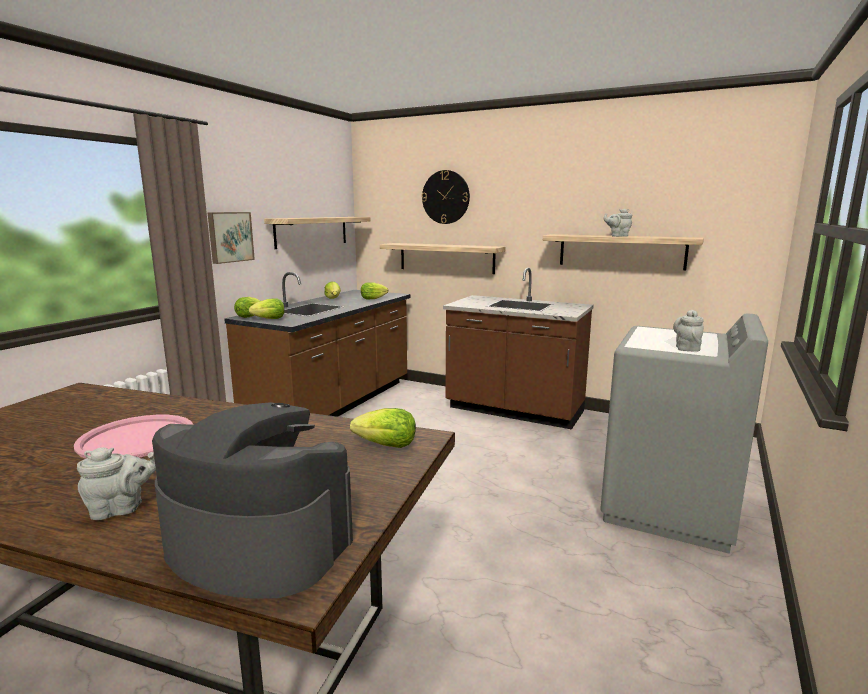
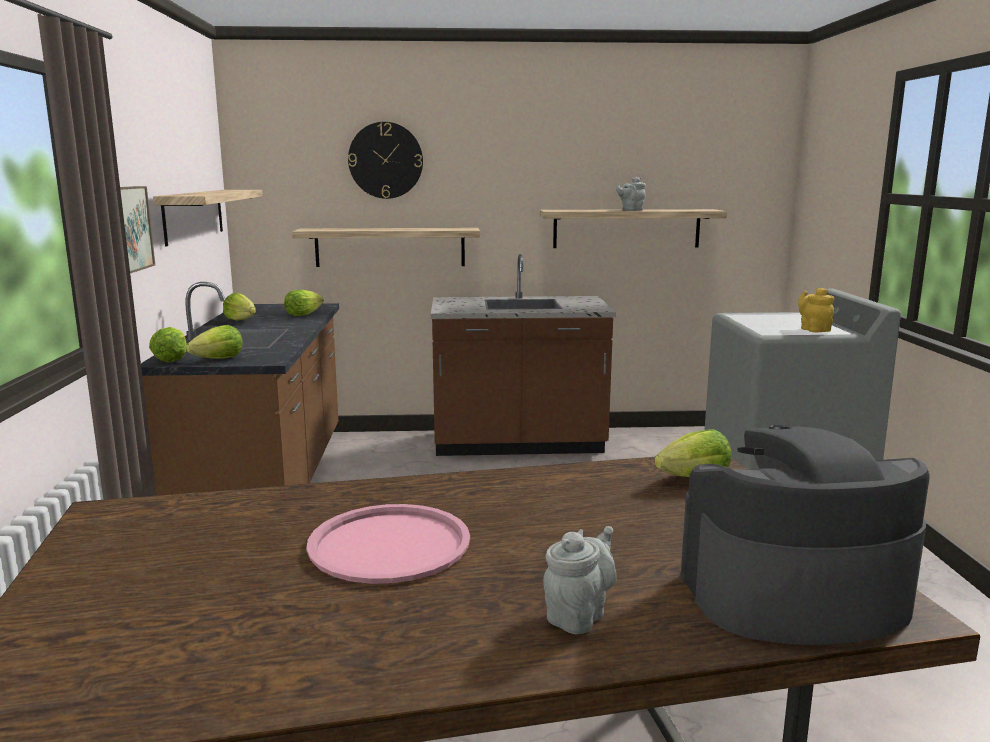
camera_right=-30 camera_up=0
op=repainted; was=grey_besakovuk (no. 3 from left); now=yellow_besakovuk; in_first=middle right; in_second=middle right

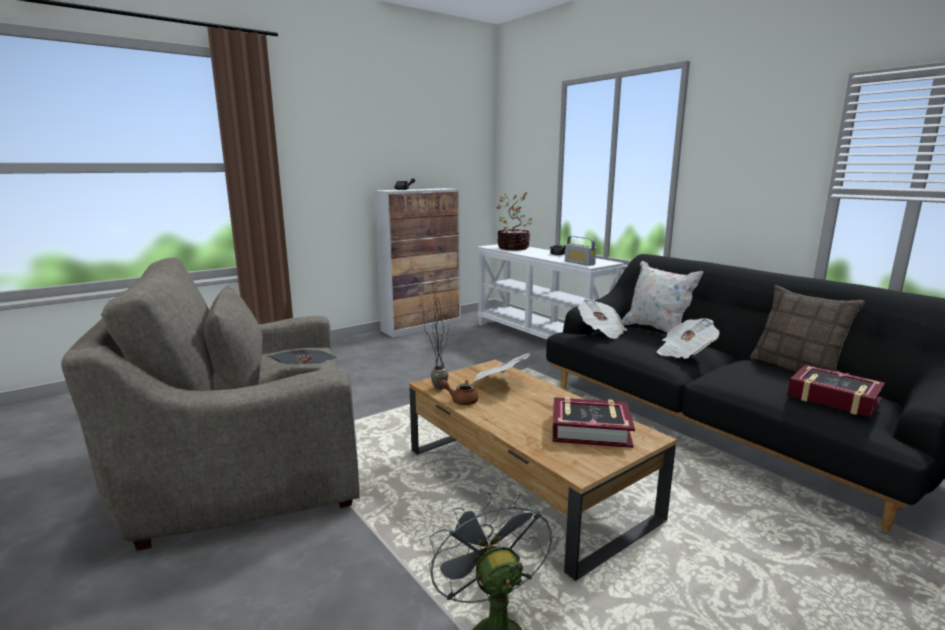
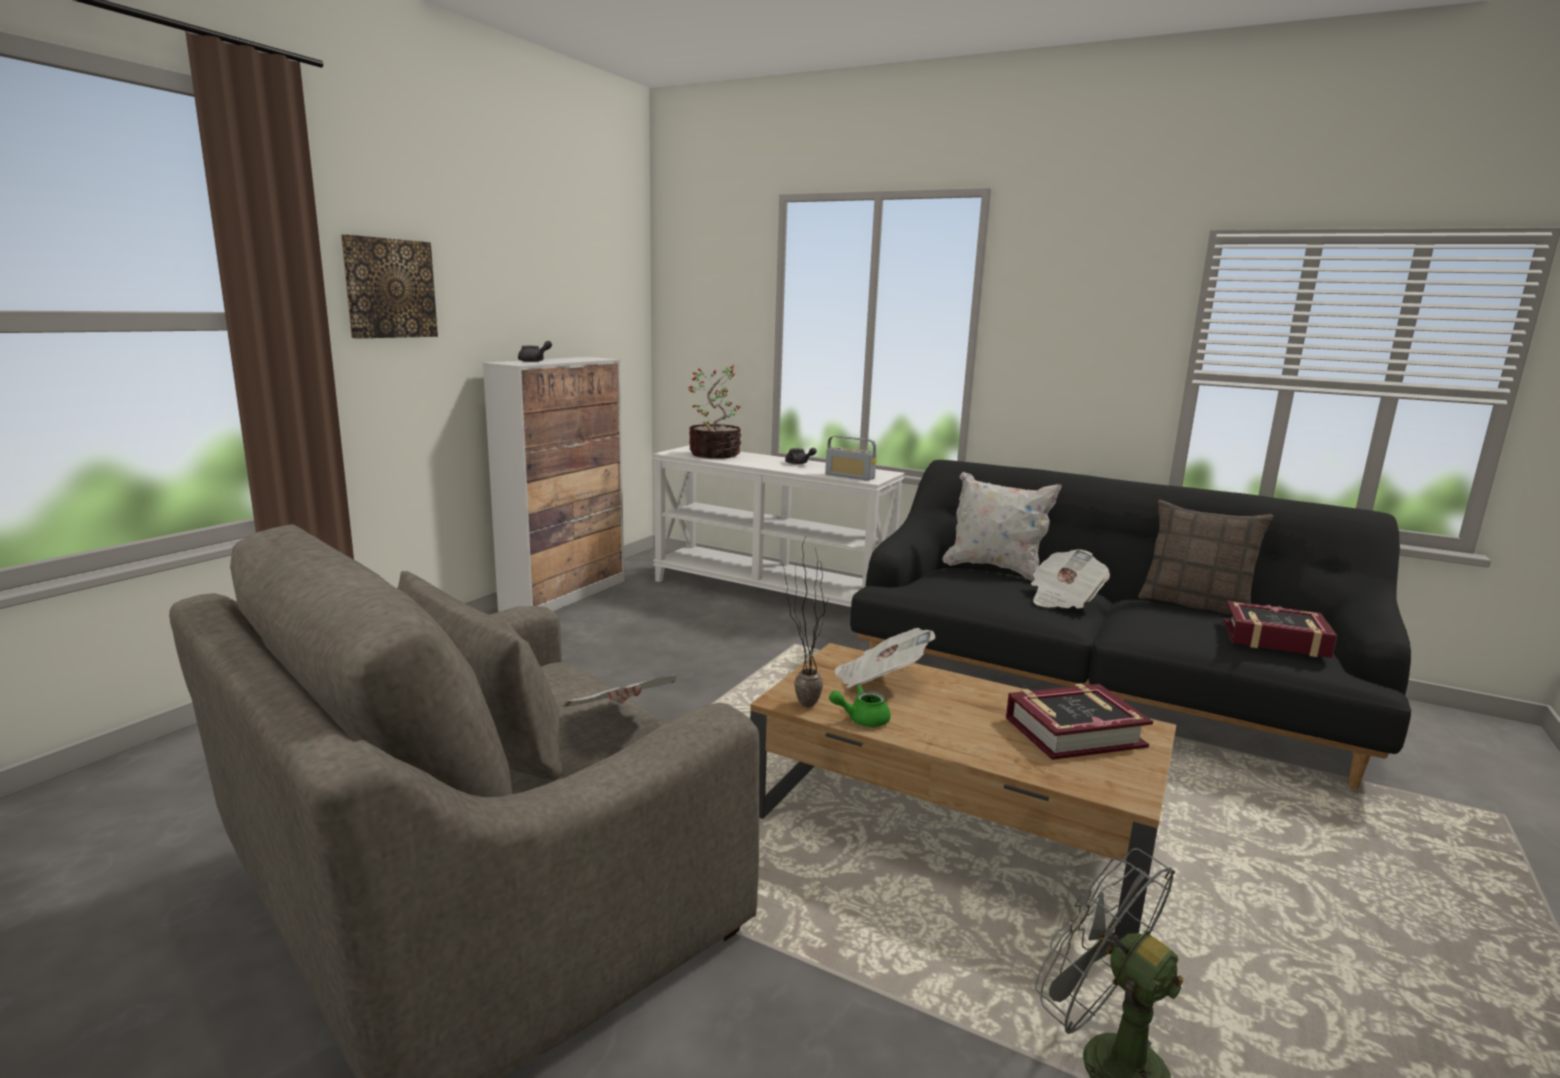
camera_right=-25 camera_up=0
op=gone; was=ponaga (no. 3 from left); in_first=centre
op=repainted; was=brown_besakovuk; now=green_besakovuk; in_first=centre; in_second=centre
op=new; now=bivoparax; in_second=top left

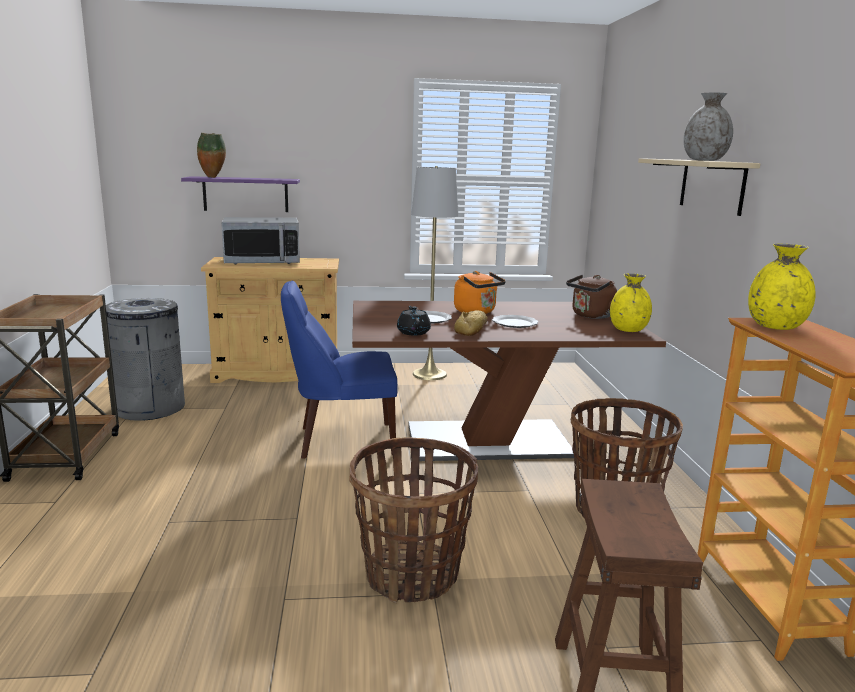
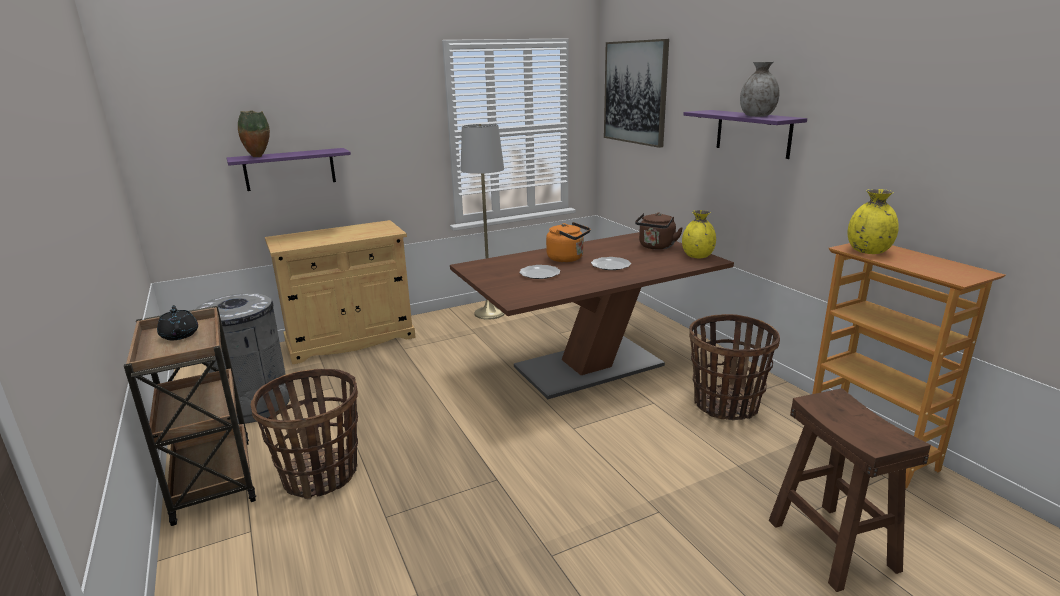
camera_right=-20 camera_up=5
op=repainted; was=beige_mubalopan; now=purple_mubalopan (no. 2 from left); in_first=top right; in_second=top right
op=gone; was=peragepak; in_first=middle left
op=gone; was=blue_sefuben; in_first=centre
op=shifted; was=black_besakovuk; in_first=centre; in_second=middle left
op=gone; was=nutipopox; in_first=centre
op=shifted; was=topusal (no. 1 from left); in_first=bottom centre; in_second=bottom left
op=new; now=bivoparax; in_second=top centre

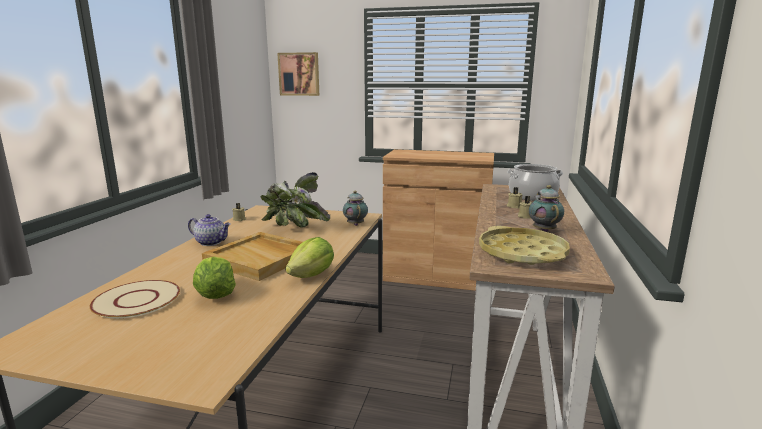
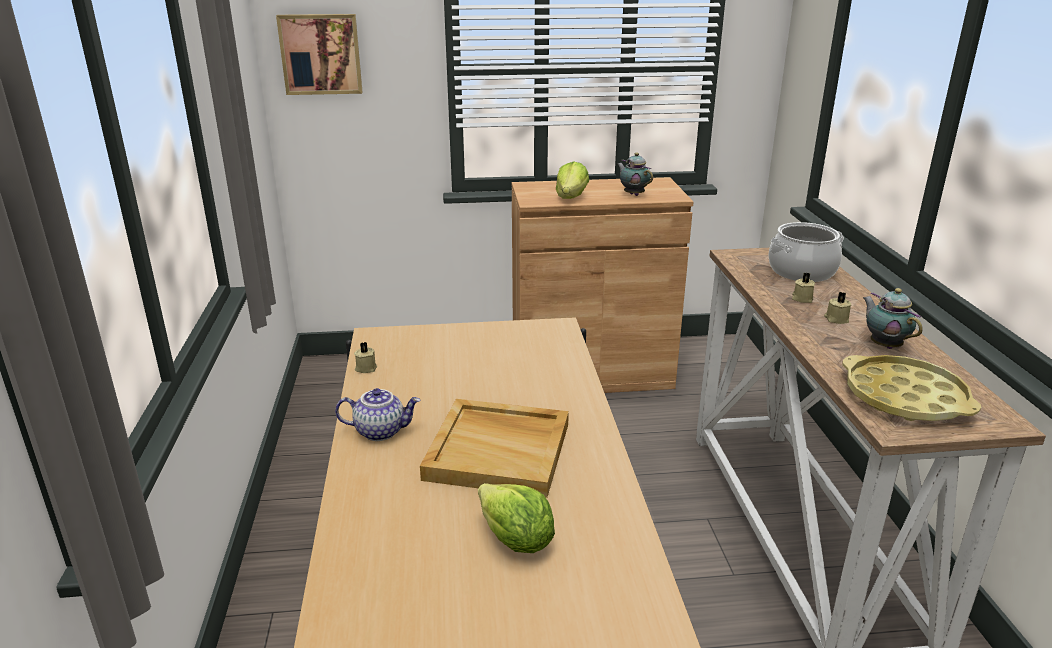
camera_right=-20 camera_up=10
op=gone; was=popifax; in_first=centre
op=shifted; was=besakovuk (no. 2 from left); in_first=centre; in_second=top centre
op=shifted; was=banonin (no. 2 from left); in_first=centre; in_second=top centre
op=gone; was=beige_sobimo; in_first=bottom left

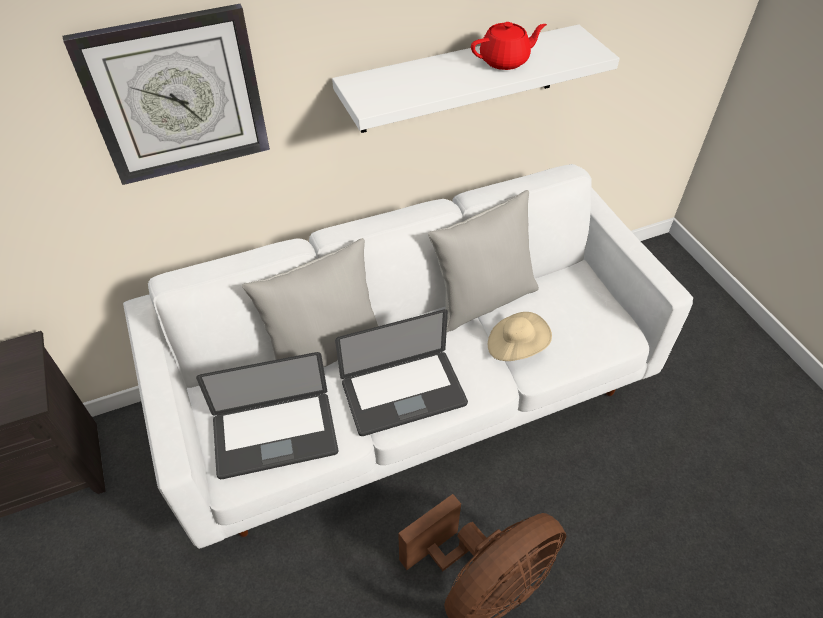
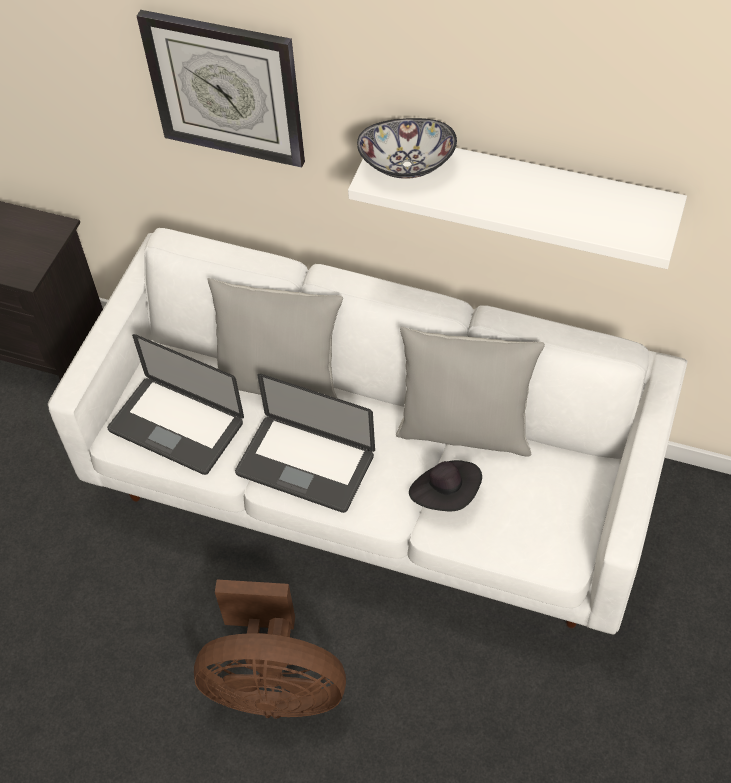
camera_right=45 camera_up=5
op=gone; was=red_besakovuk; in_first=top centre
op=repainted; was=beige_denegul; now=black_denegul; in_first=centre; in_second=centre
op=new; now=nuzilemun; in_second=top centre

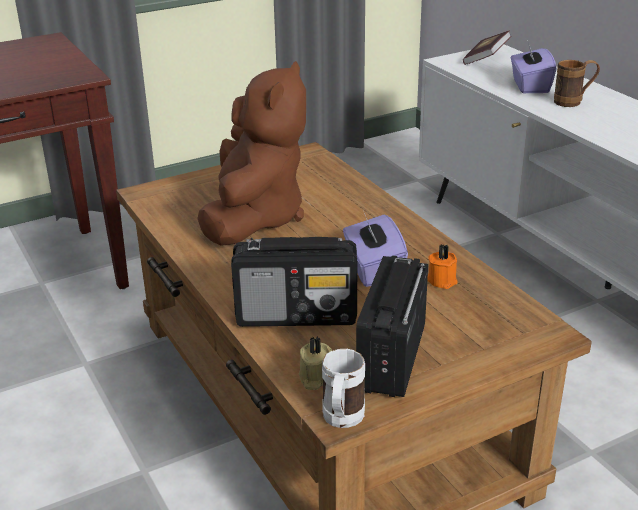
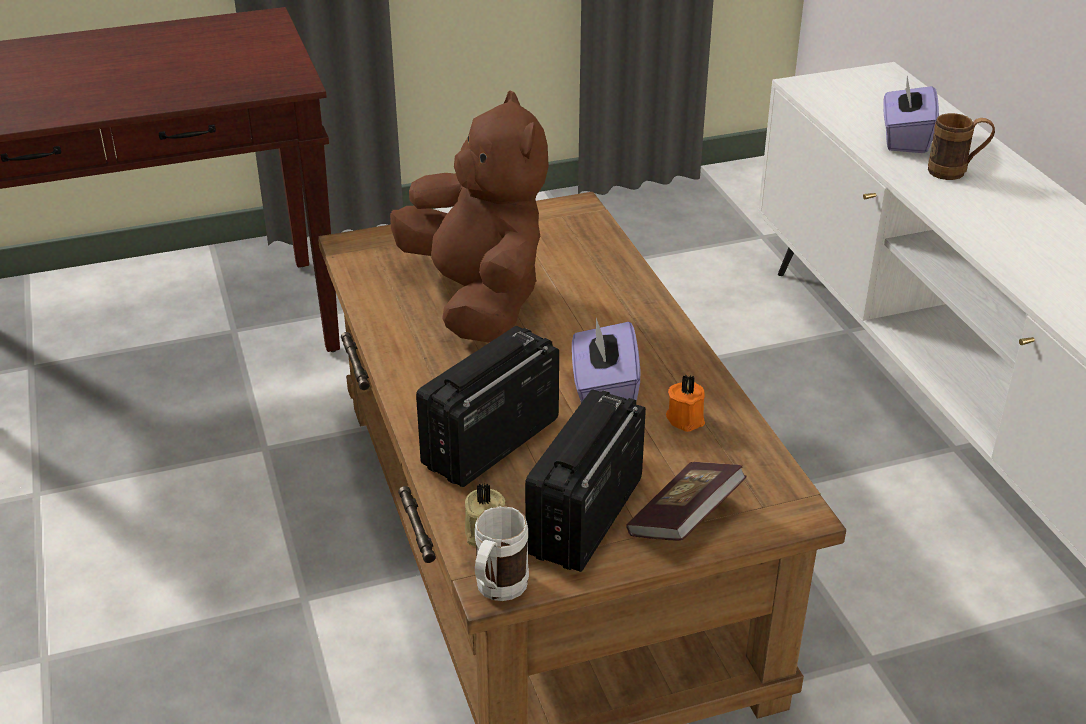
camera_right=10 camera_up=5
op=shifted; was=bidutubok; in_first=top right; in_second=bottom centre
op=rotated; was=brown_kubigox; in_first=top centre; in_second=top centre; clockwise=-45
op=rotated; was=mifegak (no. 1 from left); in_first=centre; in_second=centre; clockwise=120

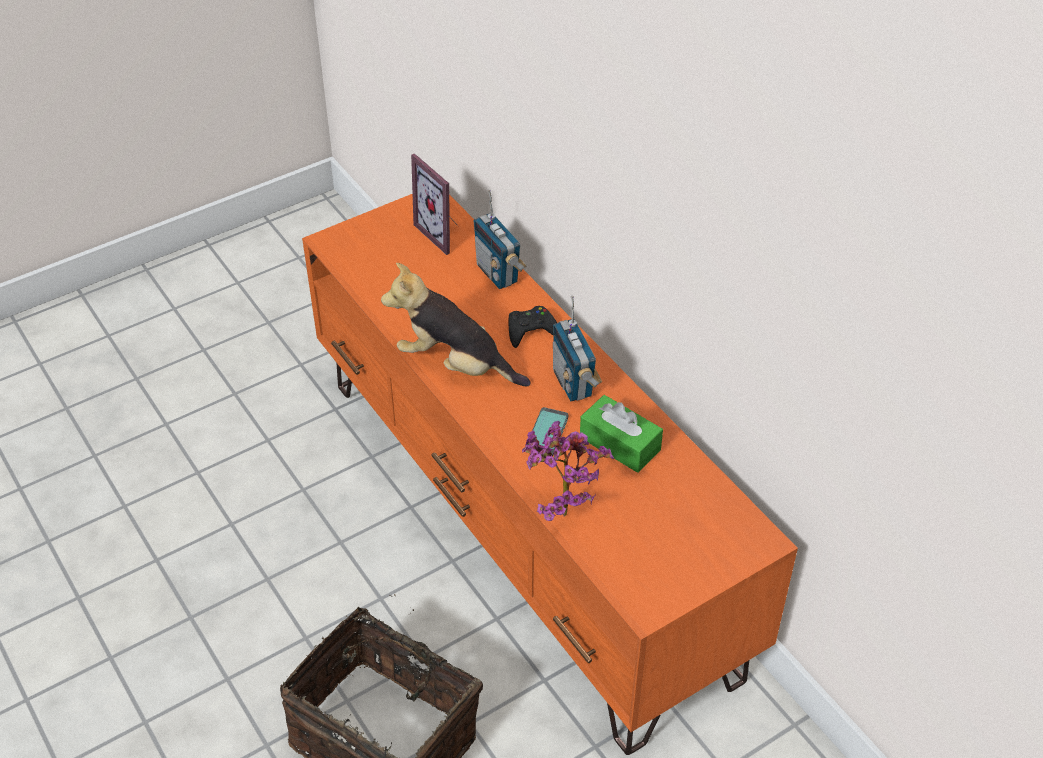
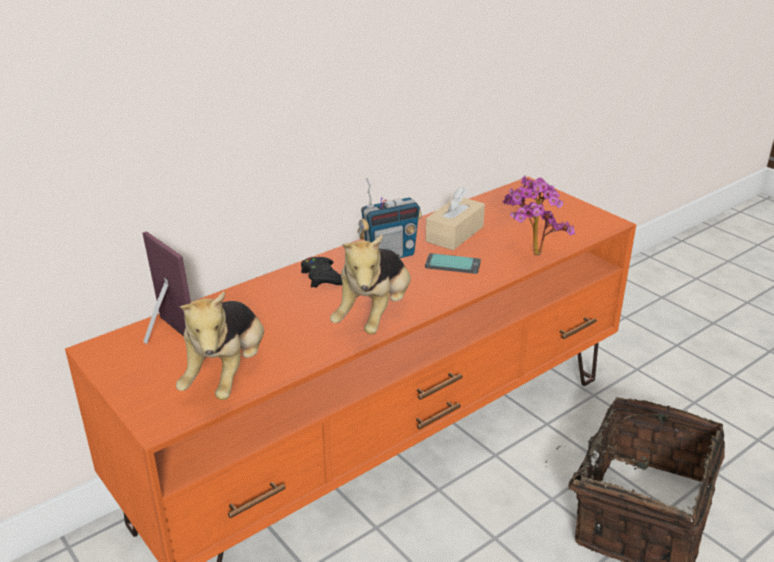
camera_right=-95 camera_up=-15
op=rotated; was=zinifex; in_first=top centre; in_second=middle left; clockwise=-90
op=gone; was=mifegak (no. 1 from left); in_first=top centre
op=repainted; was=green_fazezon; now=beige_fazezon; in_first=centre; in_second=centre
op=new; now=kubigox (no. 1 from left); in_second=middle left

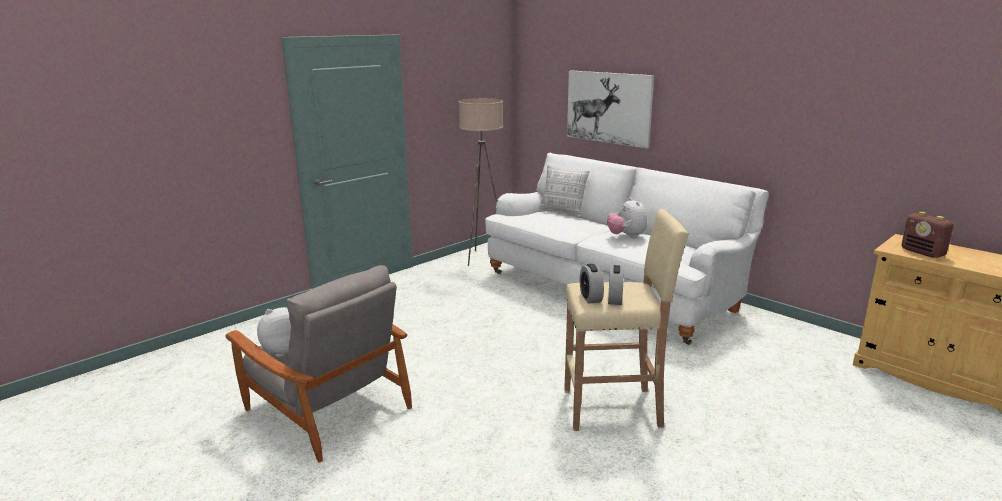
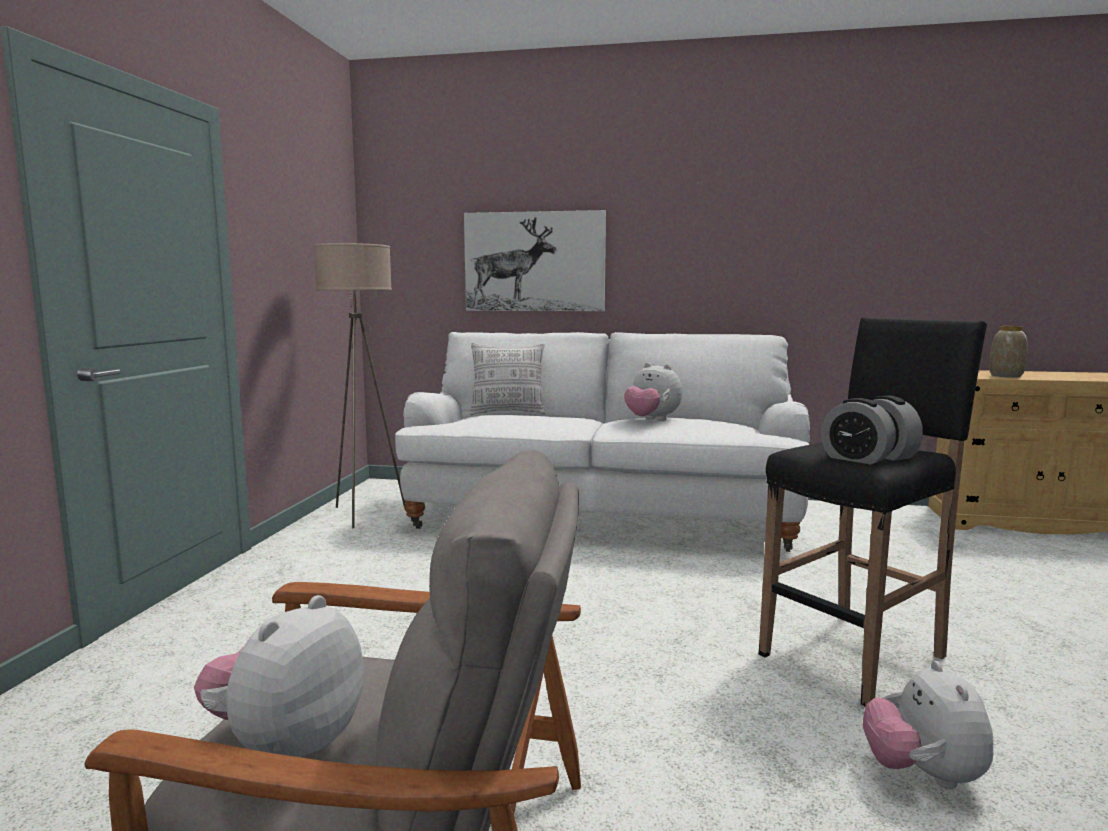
camera_right=-35 camera_up=-10
op=repainted; was=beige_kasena; now=black_kasena; in_first=centre; in_second=middle right
op=swapped; was=mifegak; now=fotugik; in_first=middle right; in_second=middle right
op=new; now=kubigox (no. 3 from left); in_second=bottom right

